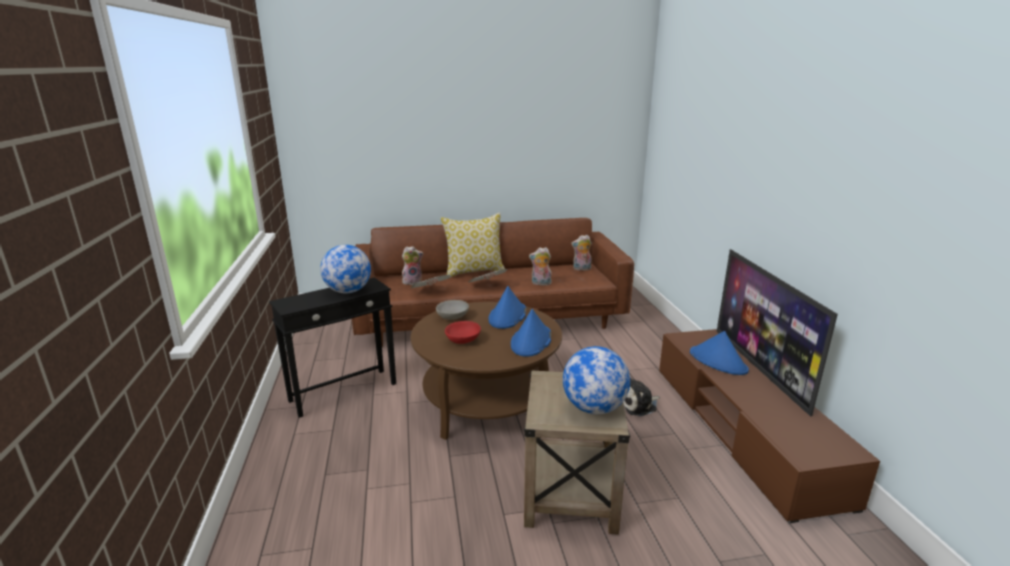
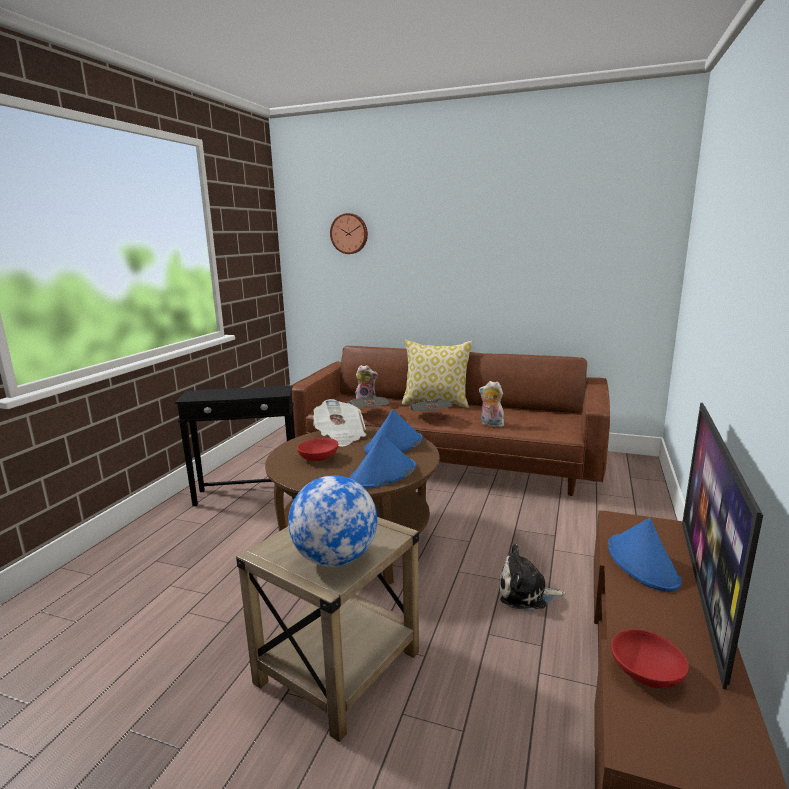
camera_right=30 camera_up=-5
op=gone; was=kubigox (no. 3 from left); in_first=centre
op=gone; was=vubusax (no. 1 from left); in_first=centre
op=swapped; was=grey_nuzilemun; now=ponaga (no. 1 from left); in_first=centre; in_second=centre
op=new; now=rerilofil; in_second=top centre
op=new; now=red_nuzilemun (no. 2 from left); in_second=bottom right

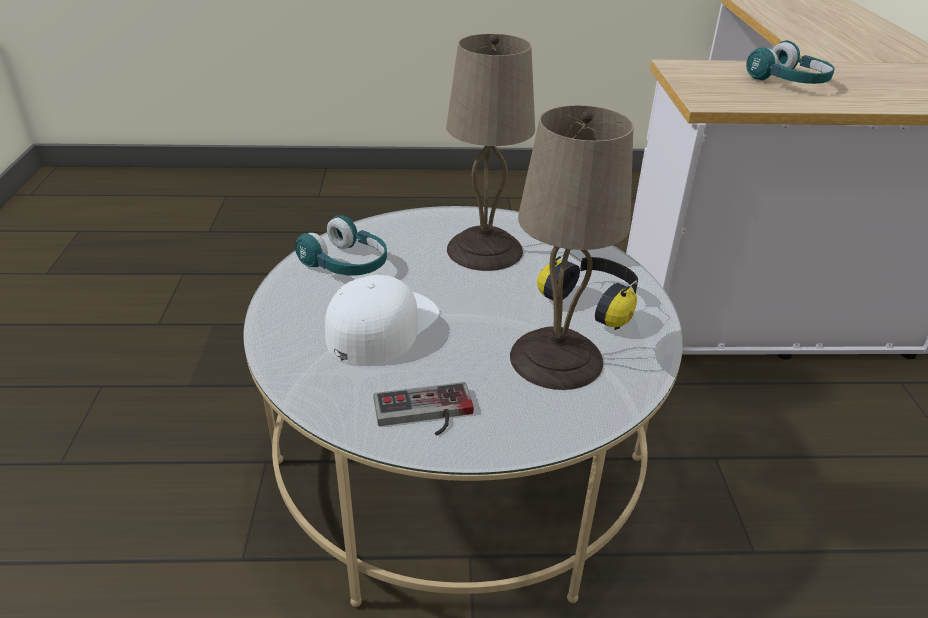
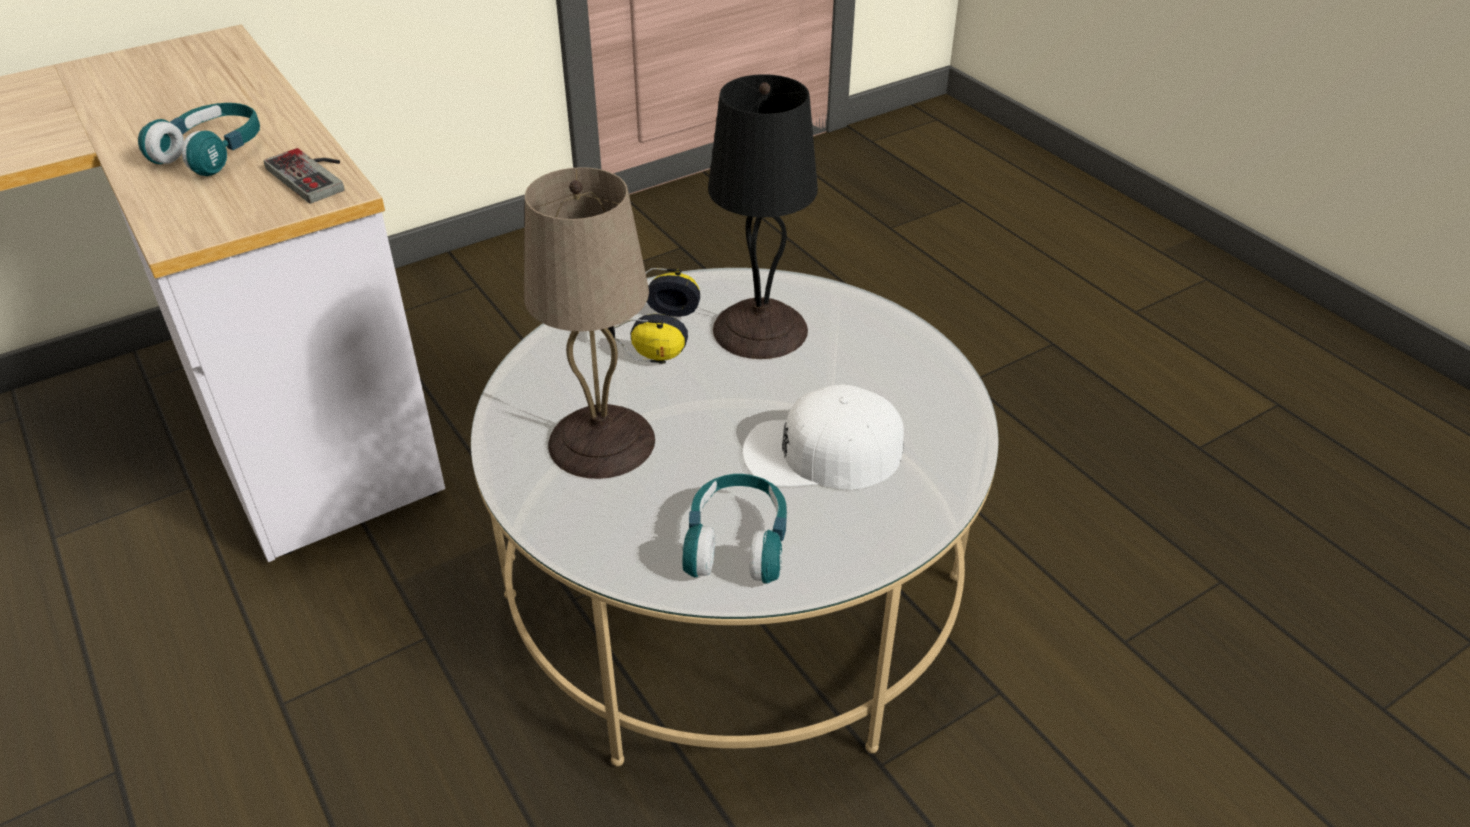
camera_right=-120 camera_up=5
op=repainted; was=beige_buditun (no. 2 from left); now=black_buditun; in_first=centre; in_second=top centre
op=shifted; was=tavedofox; in_first=centre; in_second=top left

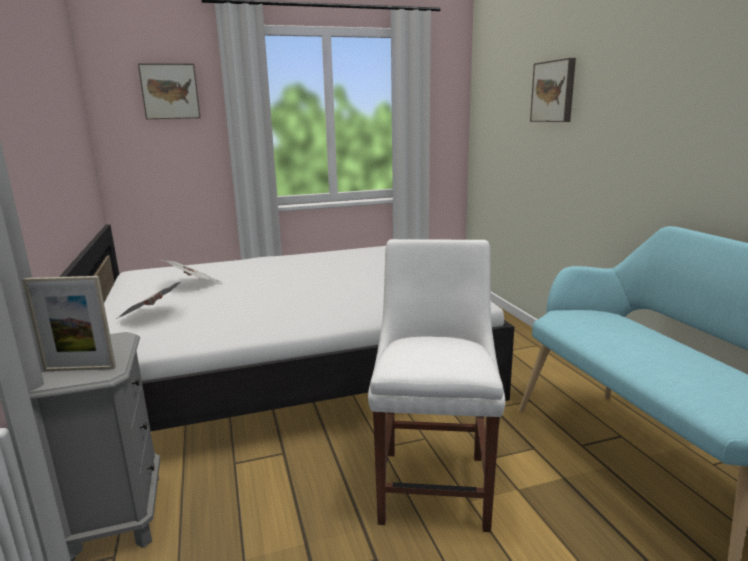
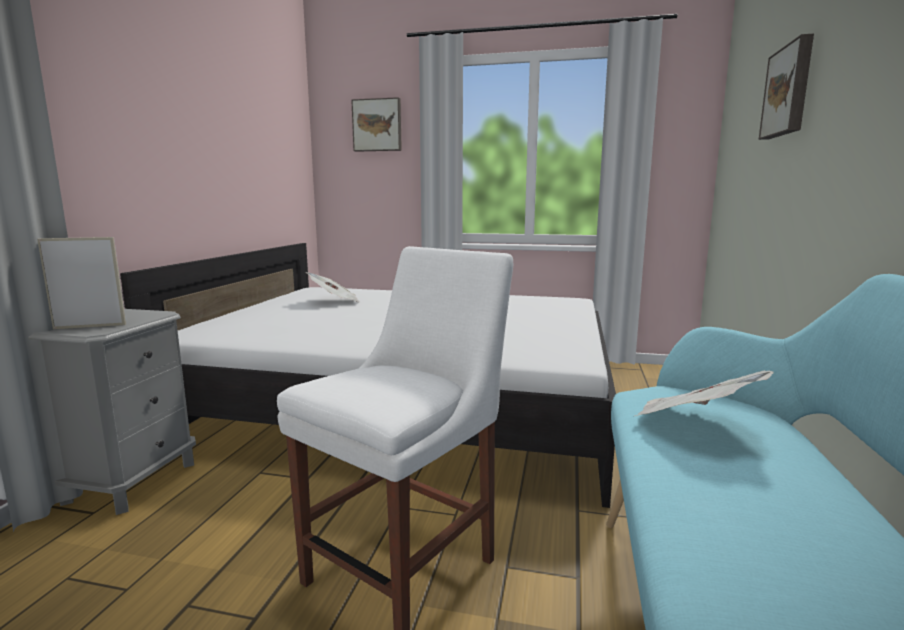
camera_right=30 camera_up=-5
op=rotated; was=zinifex; in_first=middle left; in_second=middle left; clockwise=135
op=shifted; was=ponaga (no. 1 from left in the first image); now=ponaga (no. 2 from left); in_first=middle left; in_second=middle right

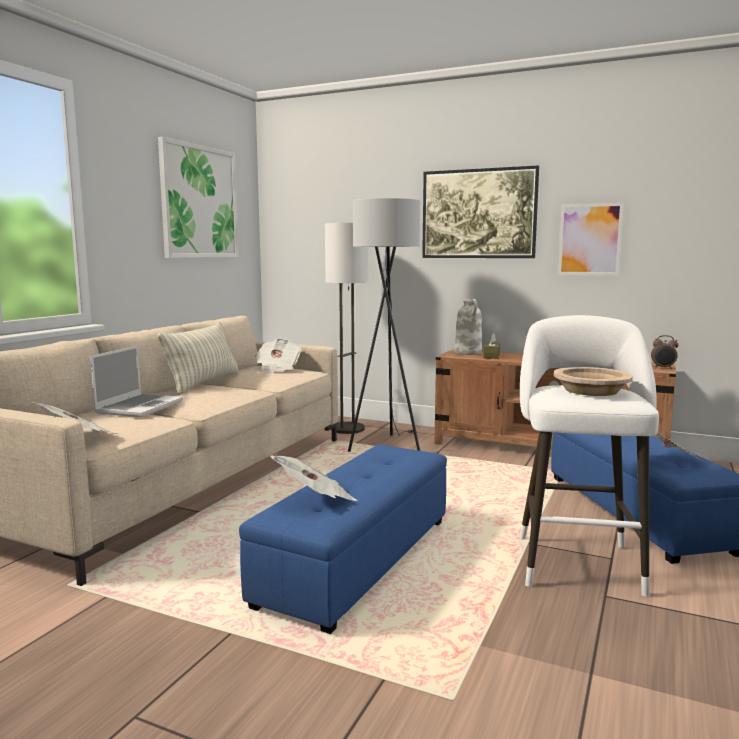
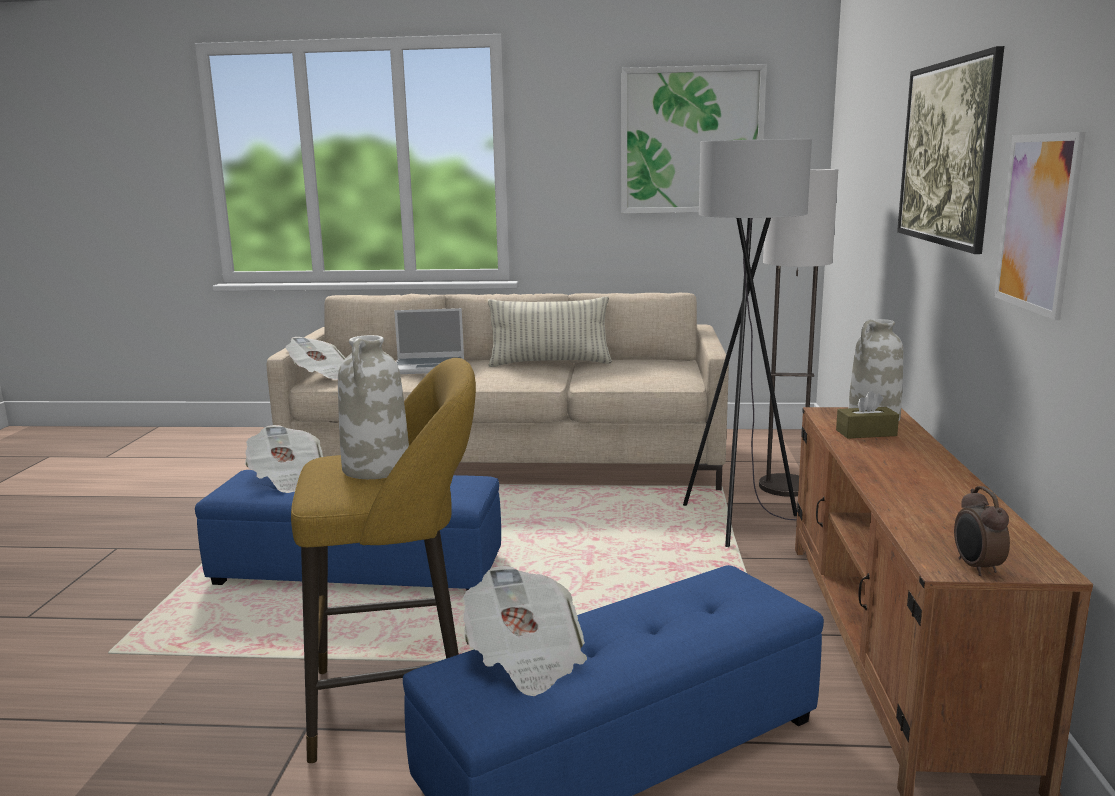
camera_right=70 camera_up=5
op=repainted; was=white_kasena; now=yellow_kasena; in_first=middle right; in_second=bottom centre
op=gone; was=ponaga (no. 2 from left); in_first=centre
op=swapped; was=beige_nuzilemun; now=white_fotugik (no. 1 from left); in_first=middle right; in_second=centre

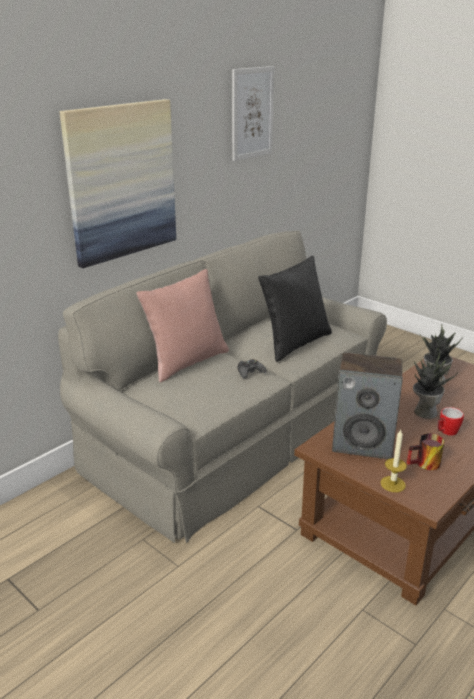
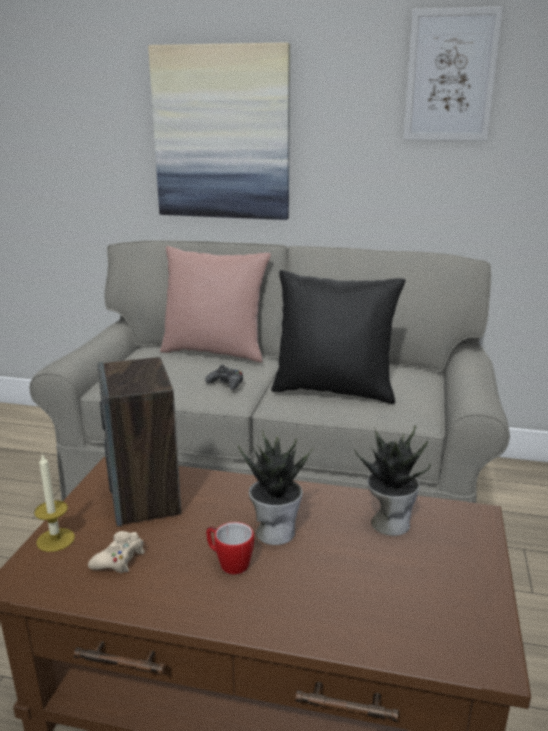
camera_right=60 camera_up=-5
op=swapped; was=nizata (no. 1 from left); now=beige_tavedofox; in_first=middle right; in_second=bottom left

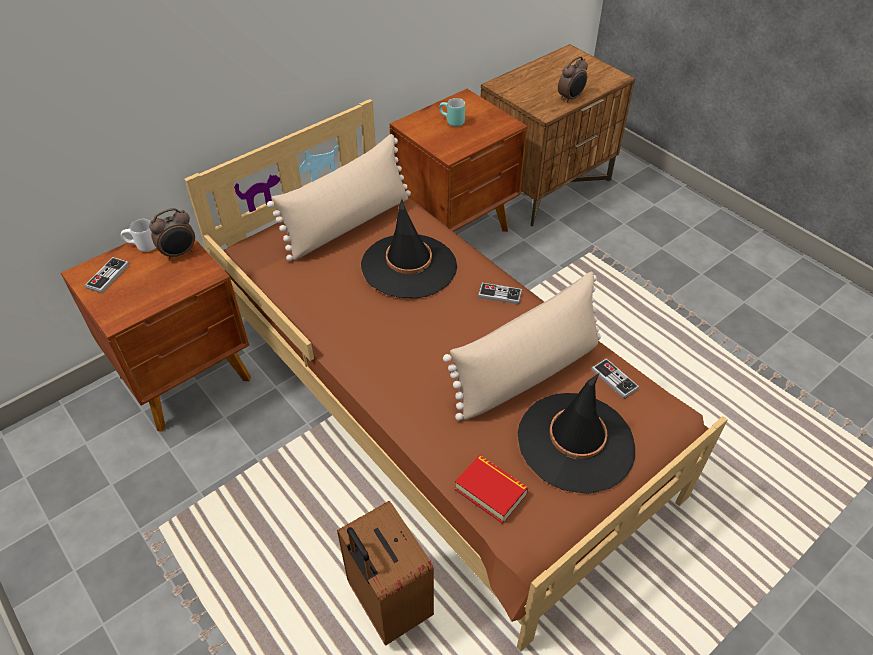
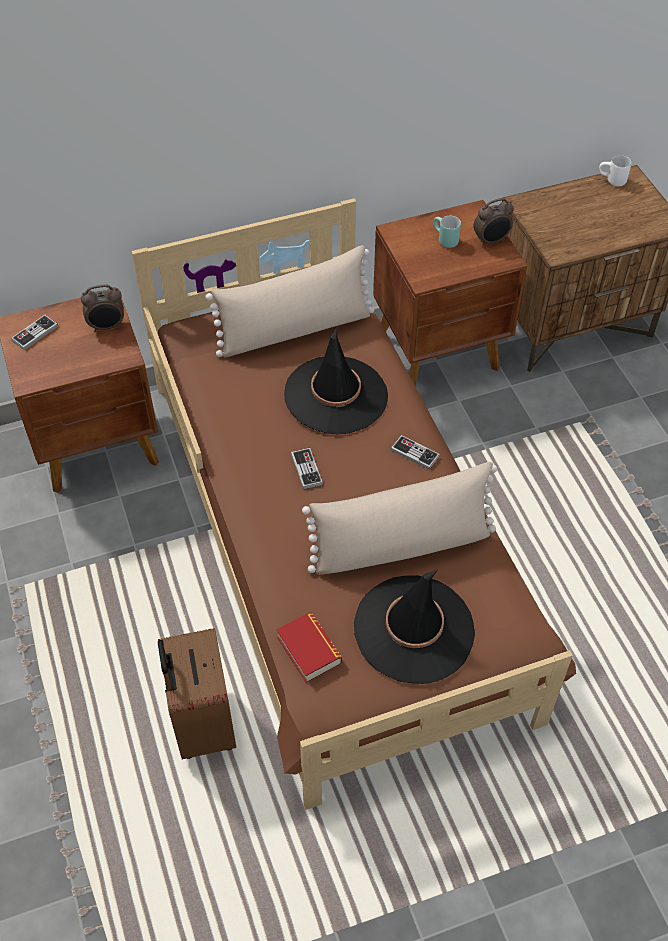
camera_right=20 camera_up=5
op=shifted; was=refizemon (no. 2 from left); in_first=top centre; in_second=top right
op=shifted; was=white_nizata; in_first=middle left; in_second=top right
op=shifted; was=tavedofox (no. 3 from left in the first image); now=tavedofox (no. 2 from left); in_first=middle right; in_second=centre

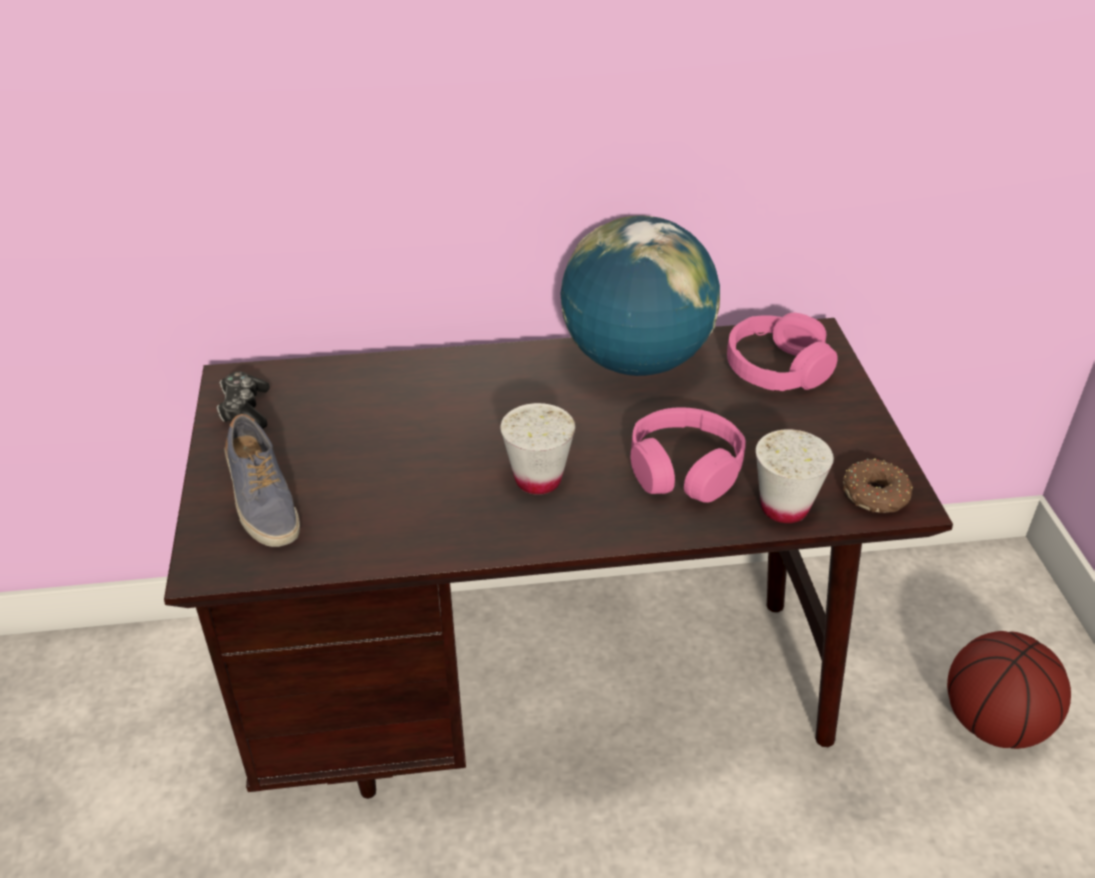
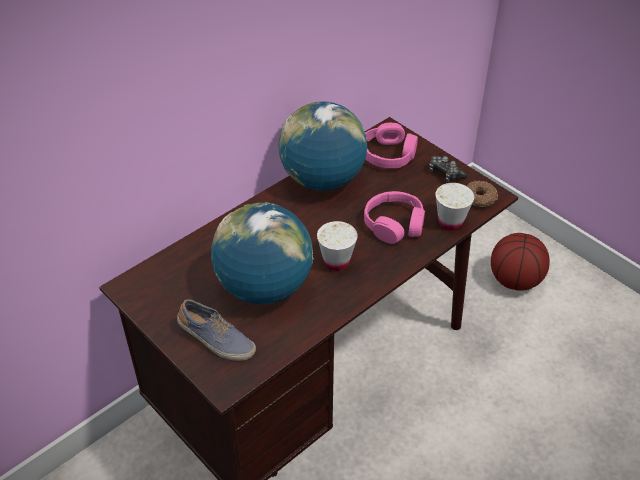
camera_right=-35 camera_up=5
op=shifted; was=tavedofox; in_first=middle left; in_second=middle right
op=new; now=vubusax (no. 1 from left); in_second=centre

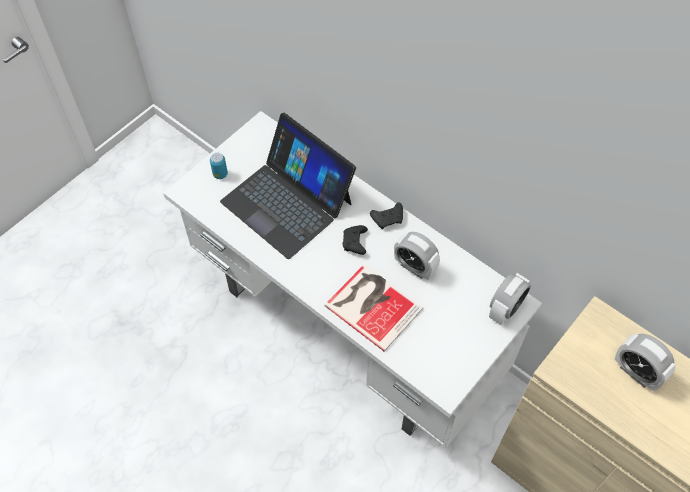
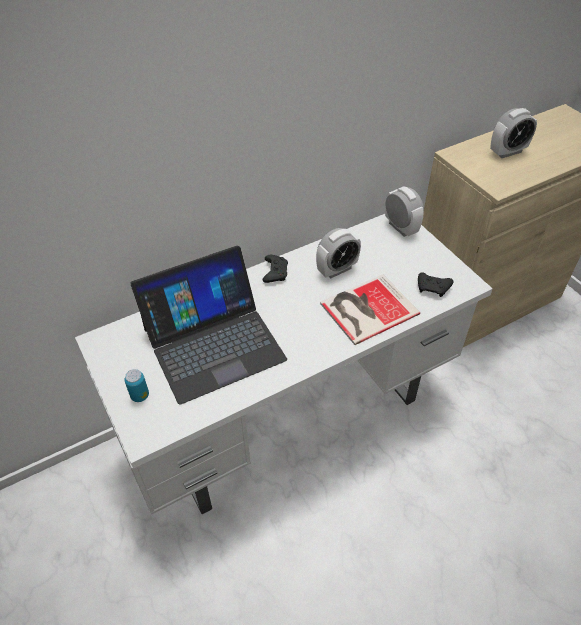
camera_right=-70 camera_up=-10
op=shifted; was=black_tavedofox (no. 1 from left in the first image); now=black_tavedofox (no. 2 from left); in_first=centre; in_second=middle right

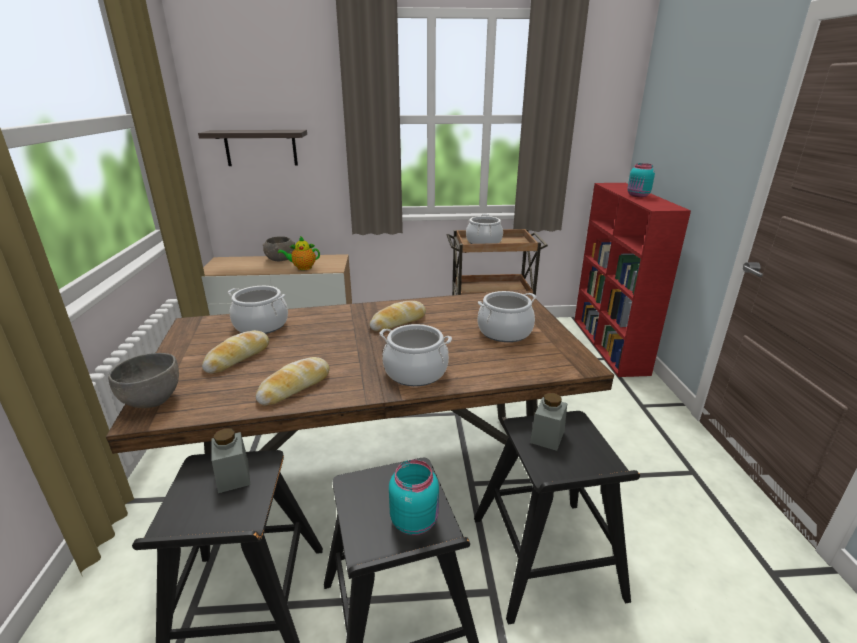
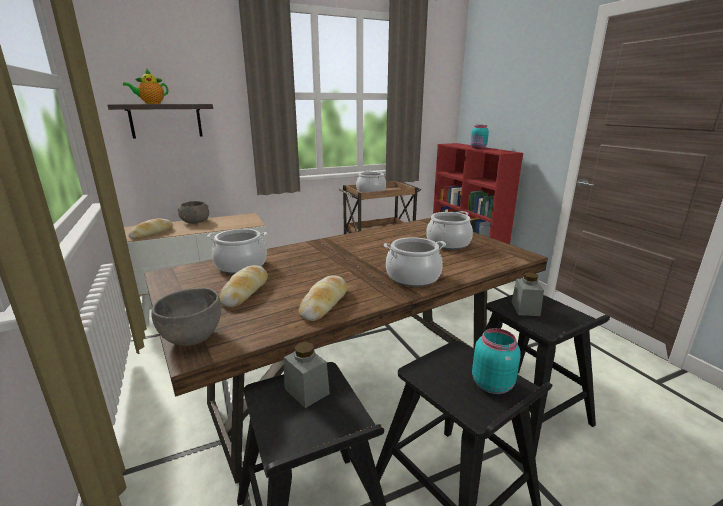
camera_right=-20 camera_up=-5
op=shifted; was=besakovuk; in_first=centre; in_second=top left
op=shifted; was=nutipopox (no. 3 from left in the first image); now=nutipopox (no. 1 from left); in_first=centre; in_second=middle left

